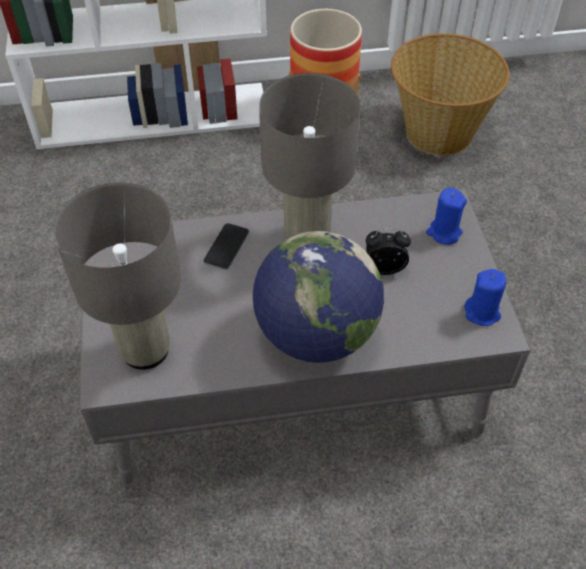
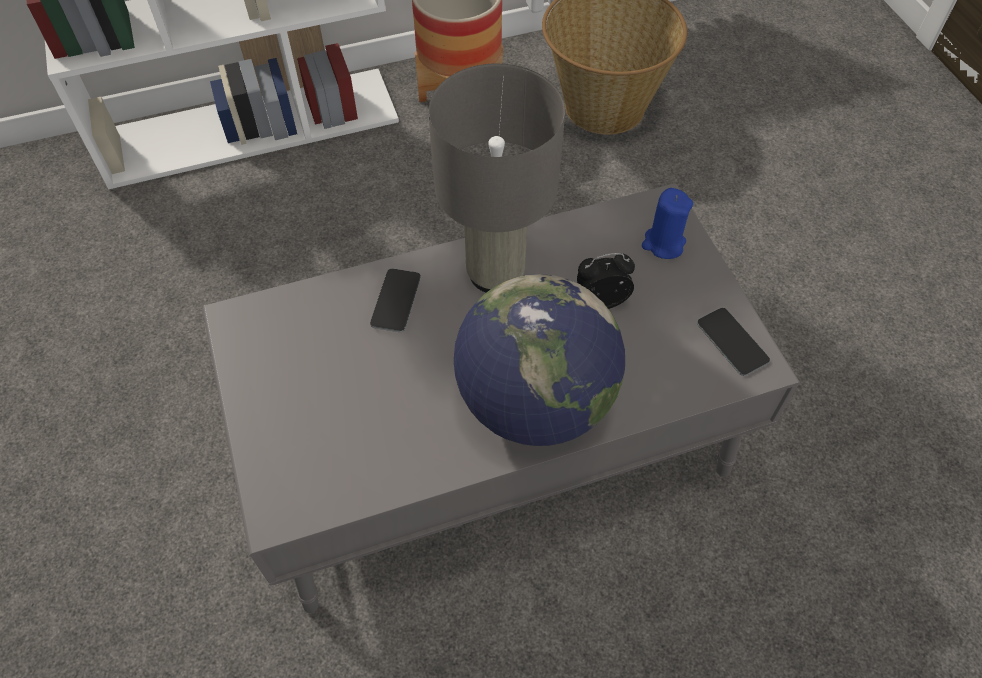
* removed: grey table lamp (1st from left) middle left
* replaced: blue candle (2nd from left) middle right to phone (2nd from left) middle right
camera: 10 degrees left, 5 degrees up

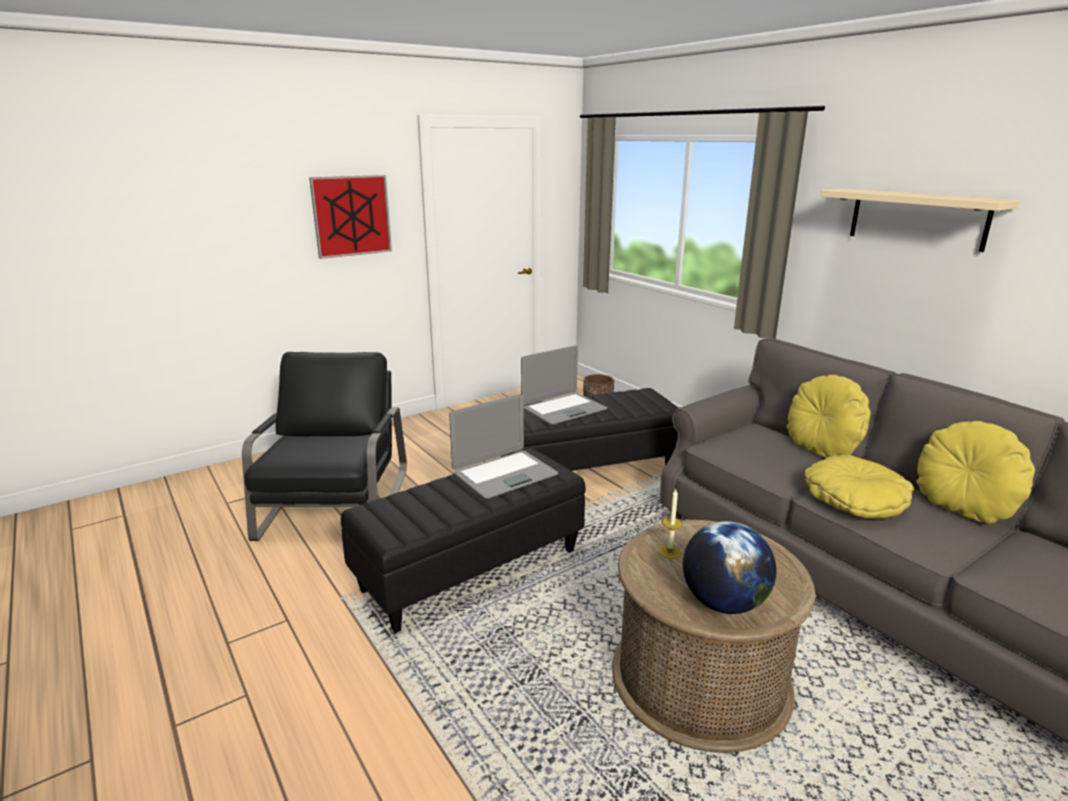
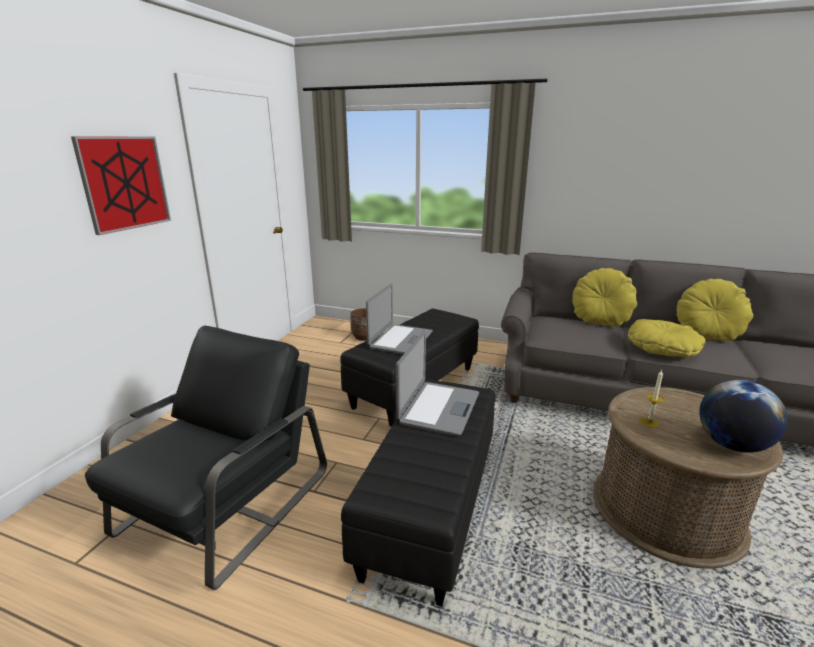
* removed: beige shelf top right
* turned: black armchair middle left = bottom left 60 degrees clockwise
camera: 35 degrees left, 0 degrees up

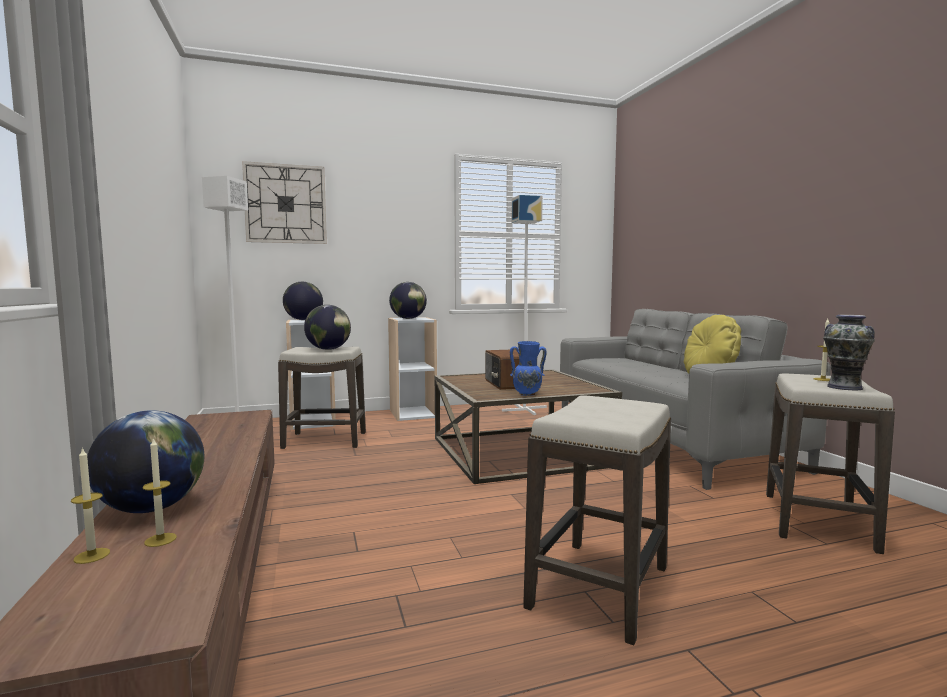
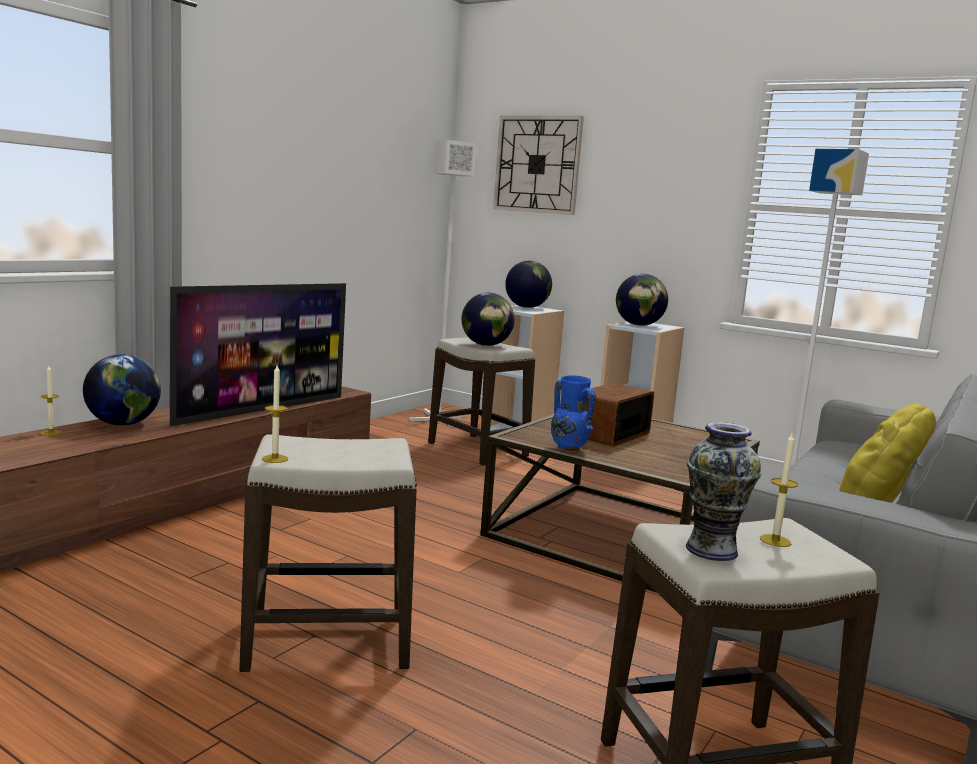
* added: television middle left
* moved: candle (2nd from left) bottom left to middle left
camera: 50 degrees right, 5 degrees up

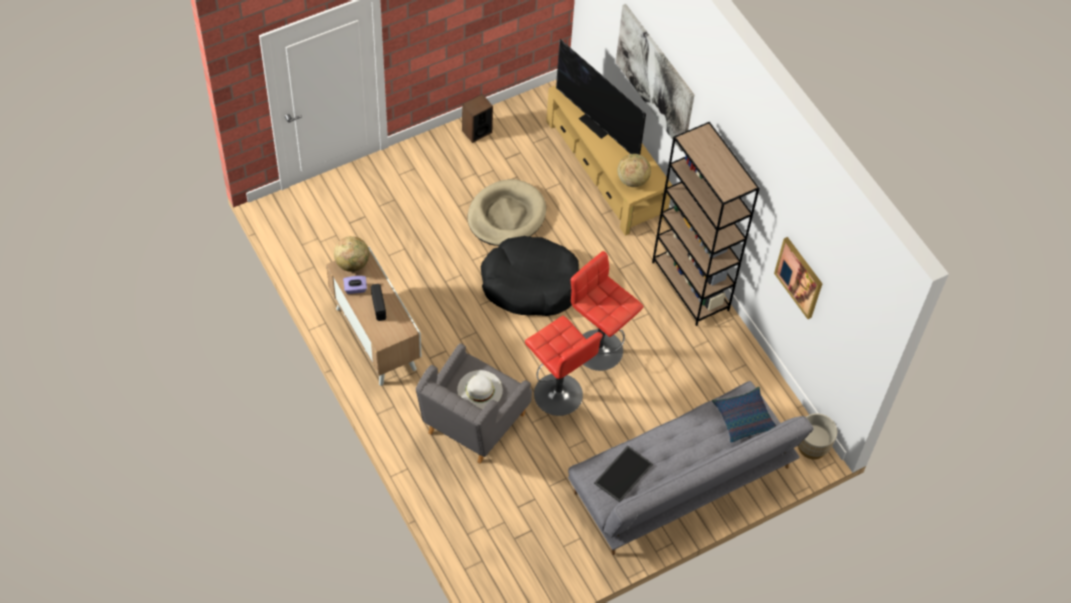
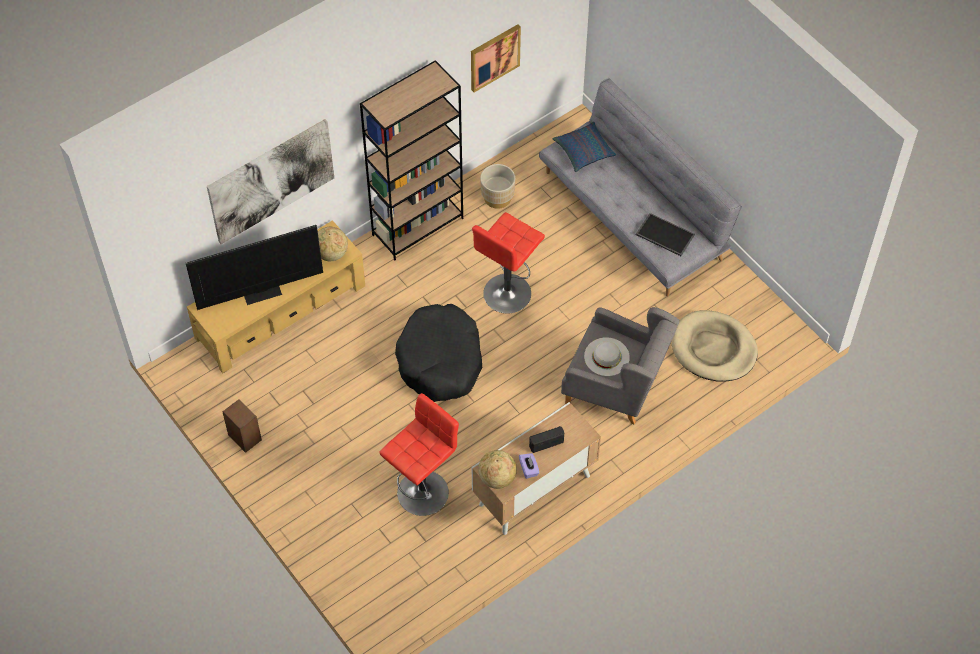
* moved: beige dog bed centre to middle right
* moved: red stool (1st from left) centre to bottom centre
* moved: beige planter bottom right to top centre
* turned: television top centre = middle left 150 degrees counterclockwise
camera: 95 degrees left, 0 degrees up

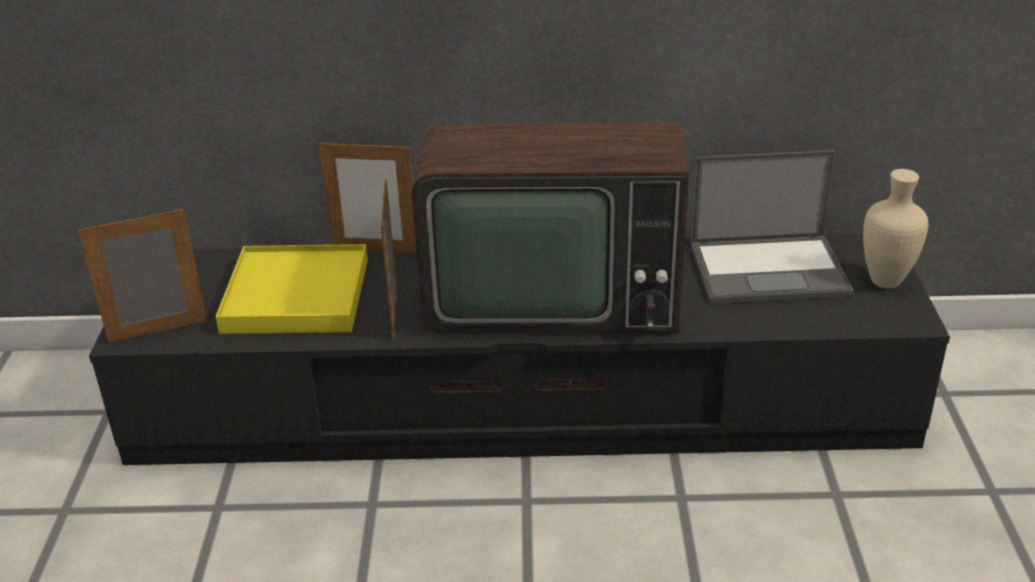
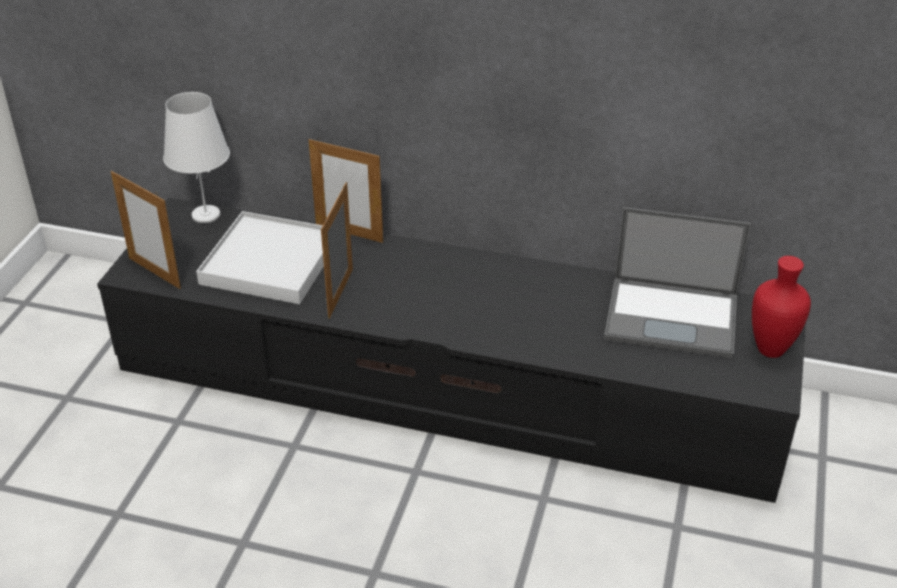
* removed: television centre
* added: white table lamp top left
* recoloured: yellow tray middle left to white tray middle left
* recoloured: beige vase middle right to red vase middle right
* turned: picture frame (1st from left) middle left = middle left 135 degrees counterclockwise
camera: 15 degrees right, 5 degrees up

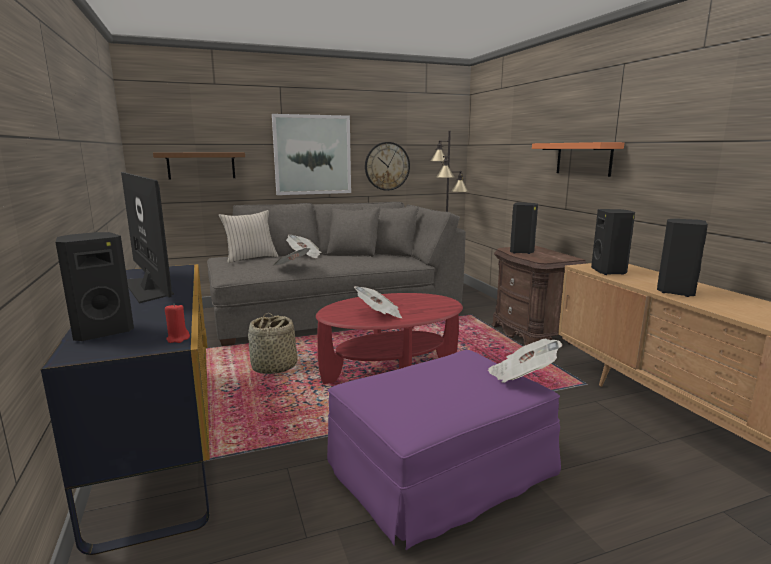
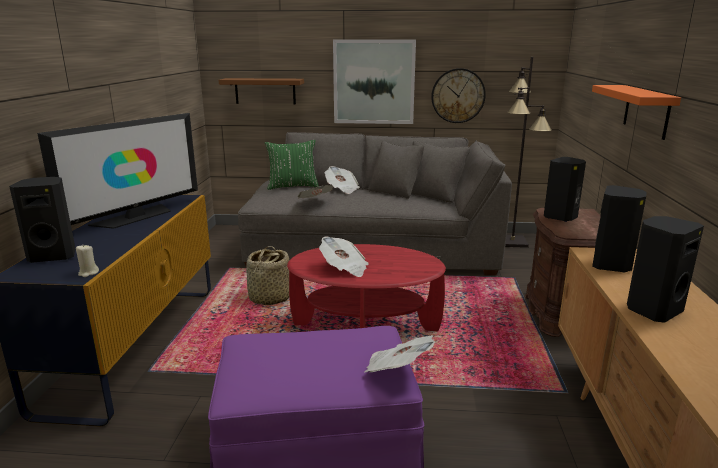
* recoloured: red candle middle left to beige candle middle left
* recoloured: beige pillow middle left to green pillow centre
* turned: television middle left = middle left 45 degrees clockwise
camera: 25 degrees right, 5 degrees up

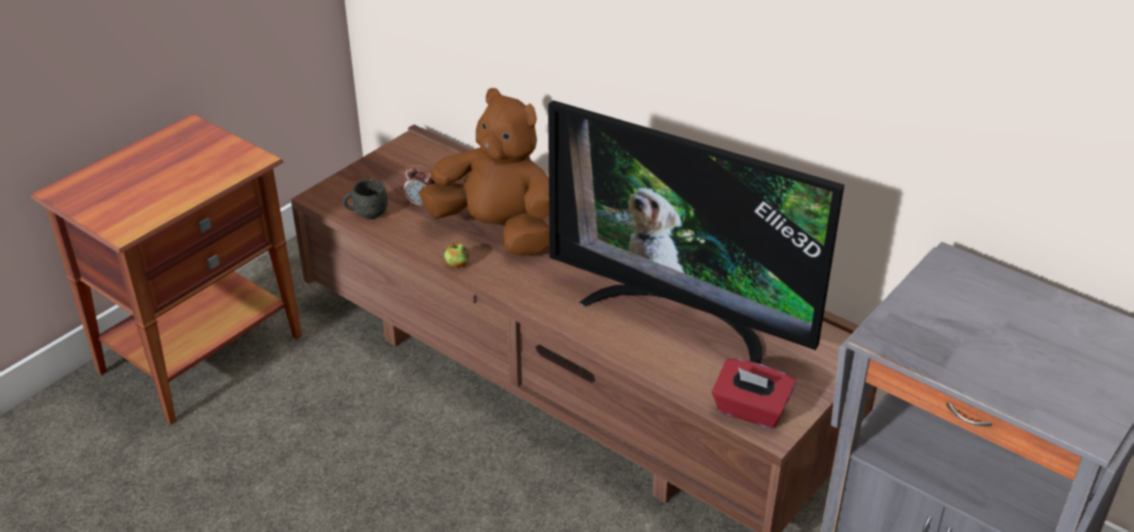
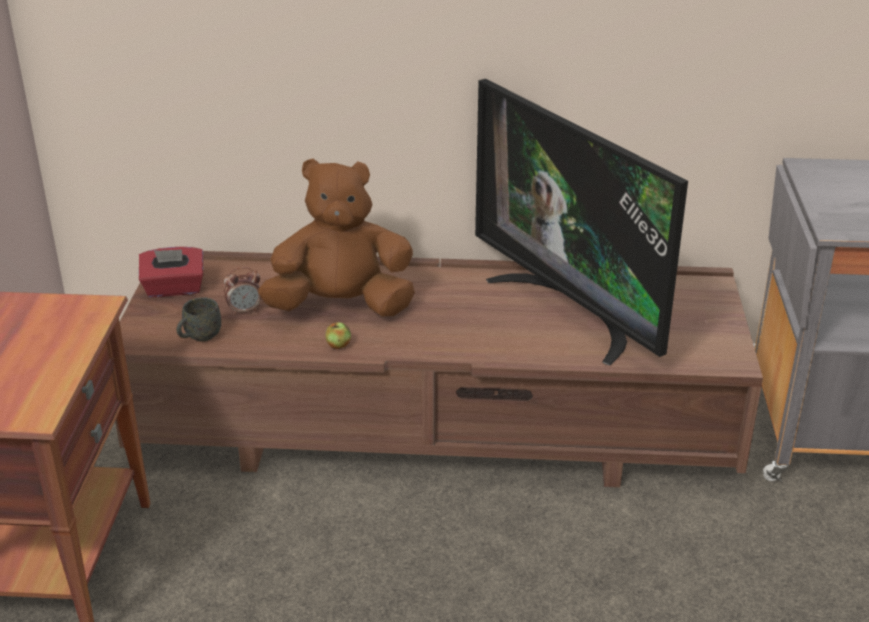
* moved: red tissue box bottom centre to middle left
* turned: television centre = middle right 60 degrees clockwise
camera: 35 degrees left, 5 degrees down

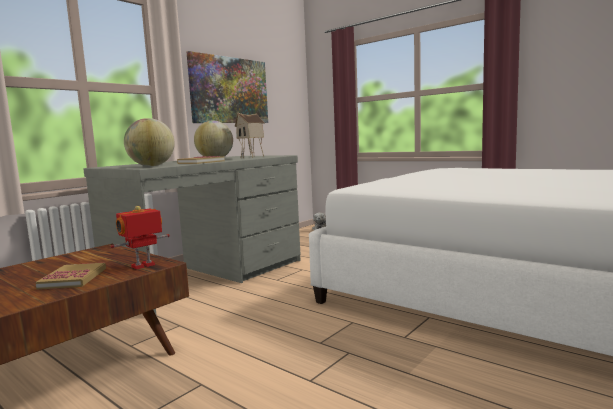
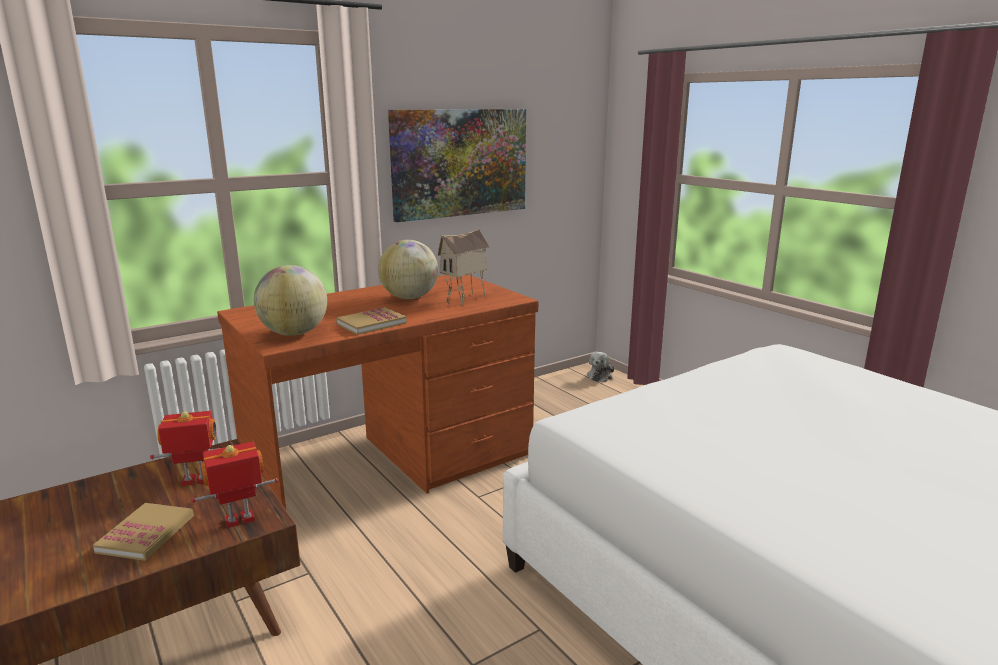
* added: toy robot (1st from left) bottom left
* recoloured: grey desk middle left to brown desk centre
camera: 15 degrees right, 10 degrees up

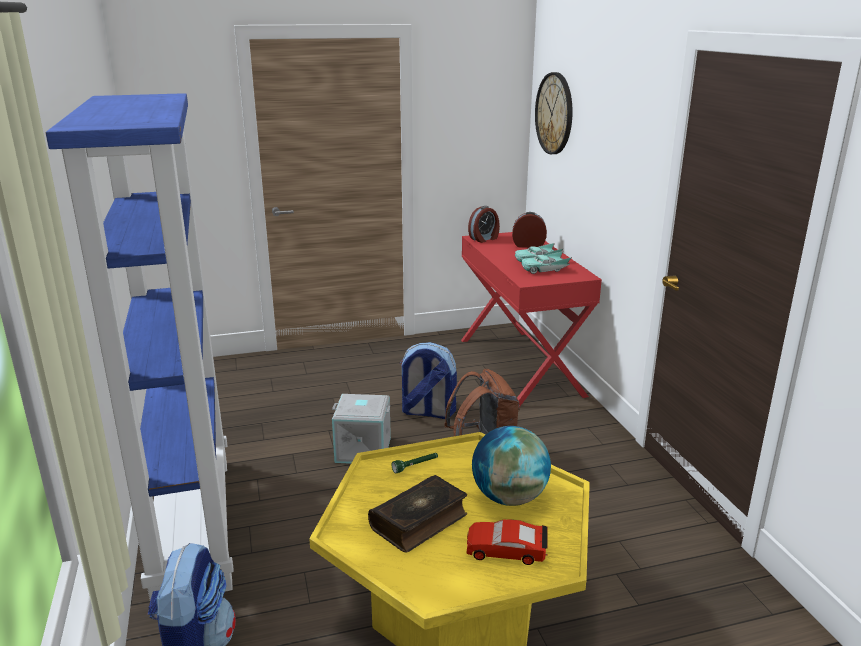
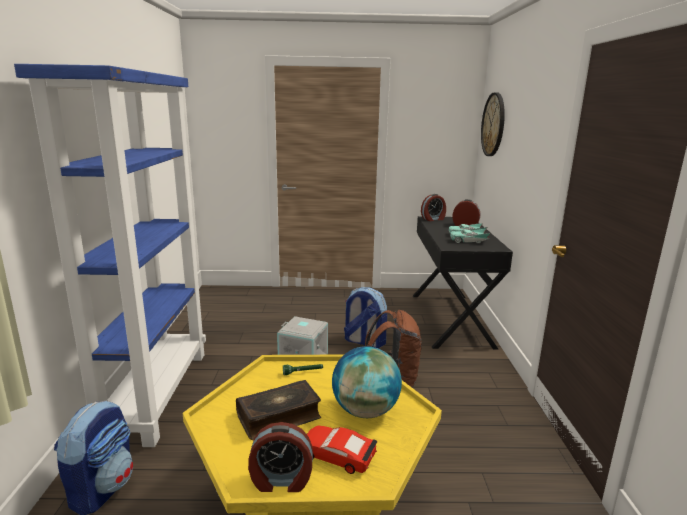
* added: alarm clock (1st from left) bottom centre
* recoloured: red desk centre to black desk middle right
camera: 15 degrees right, 5 degrees down

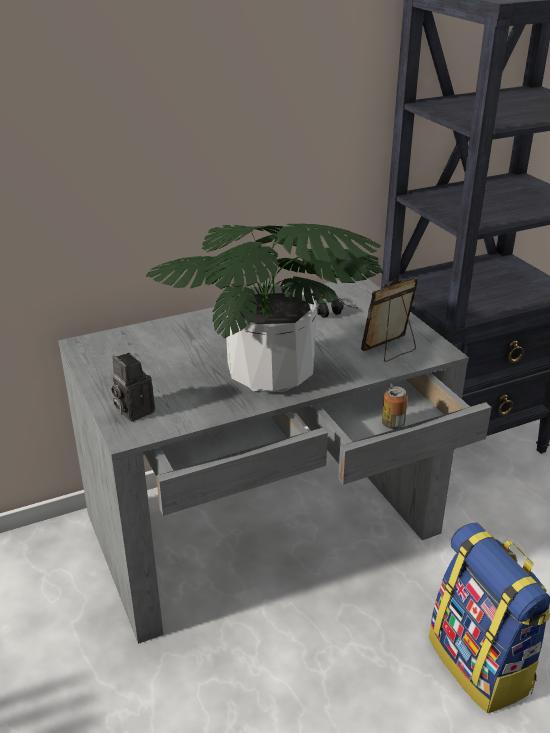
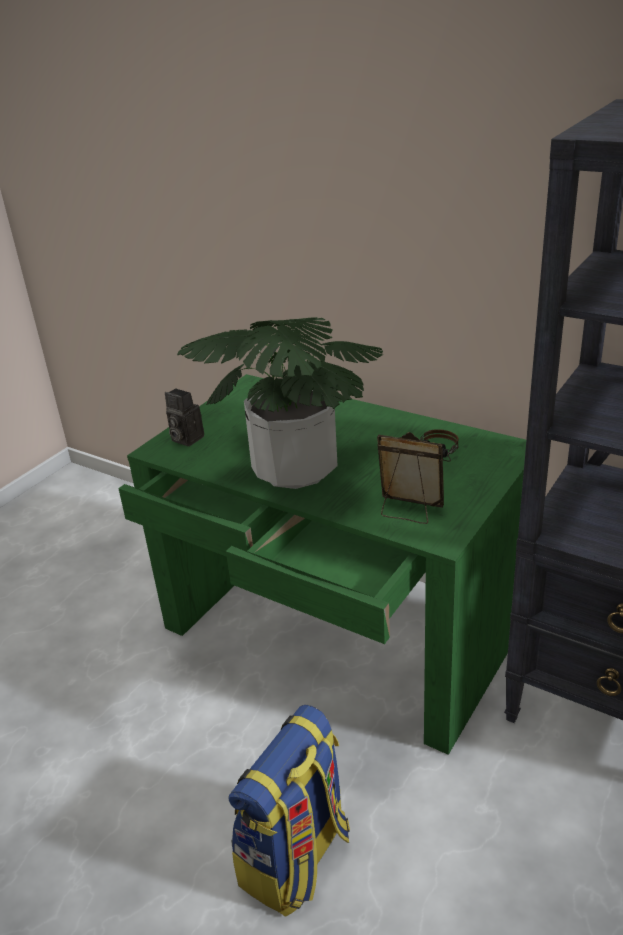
* removed: can middle right
* recoloured: grey desk centre to green desk centre
* turned: photo camera middle left = middle left 75 degrees counterclockwise
camera: 60 degrees right, 0 degrees up

